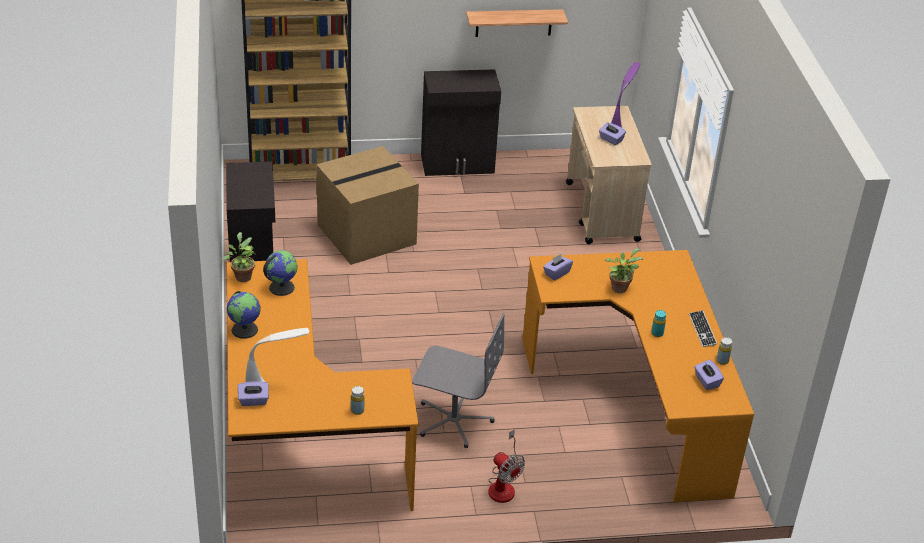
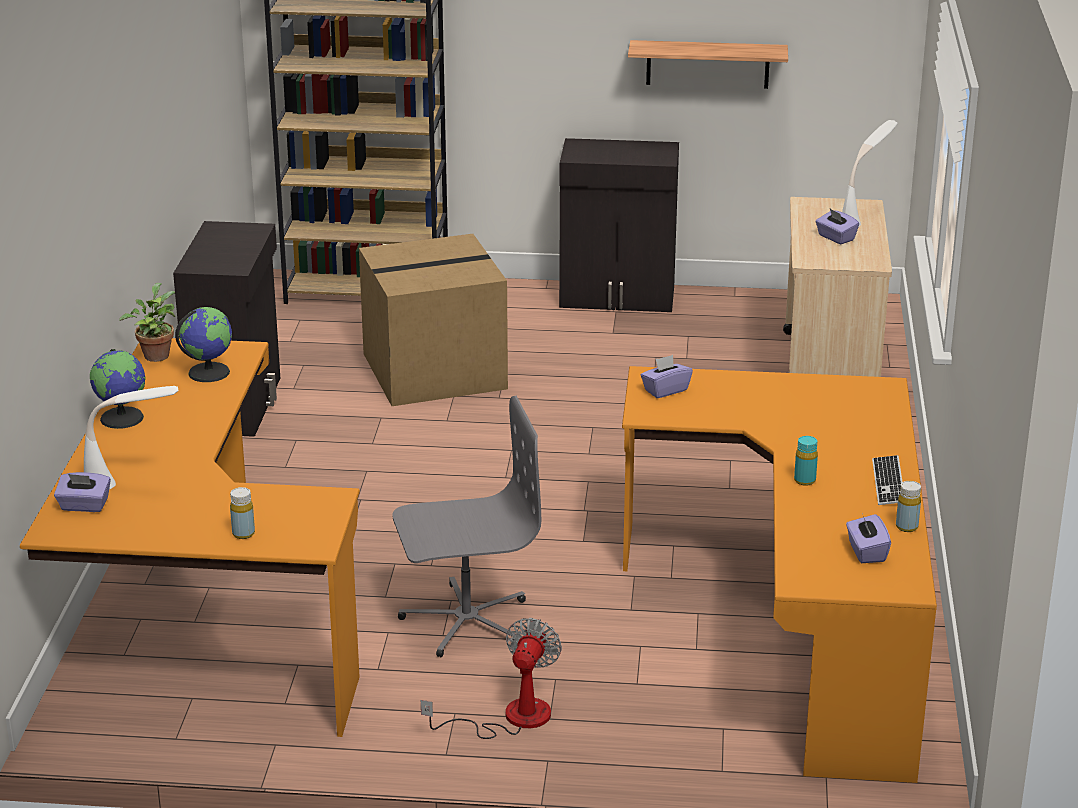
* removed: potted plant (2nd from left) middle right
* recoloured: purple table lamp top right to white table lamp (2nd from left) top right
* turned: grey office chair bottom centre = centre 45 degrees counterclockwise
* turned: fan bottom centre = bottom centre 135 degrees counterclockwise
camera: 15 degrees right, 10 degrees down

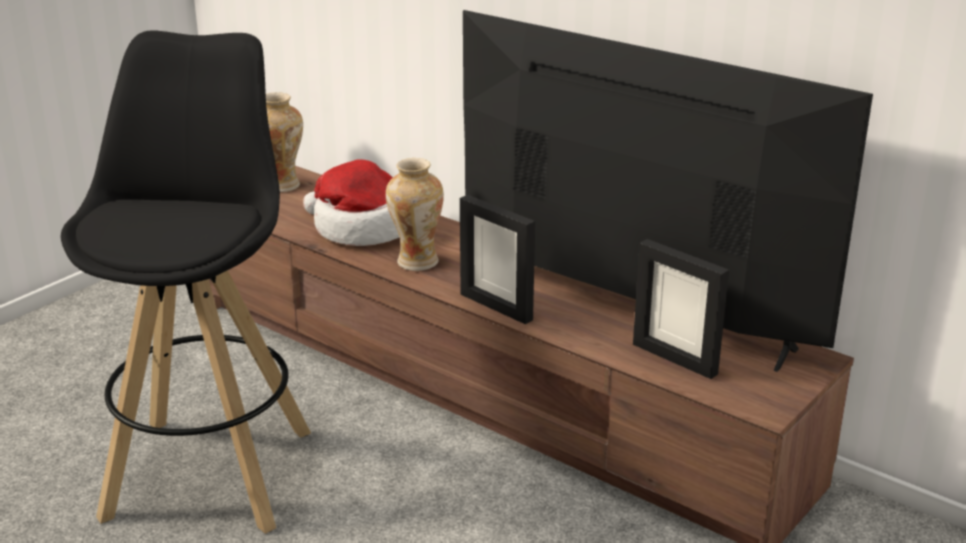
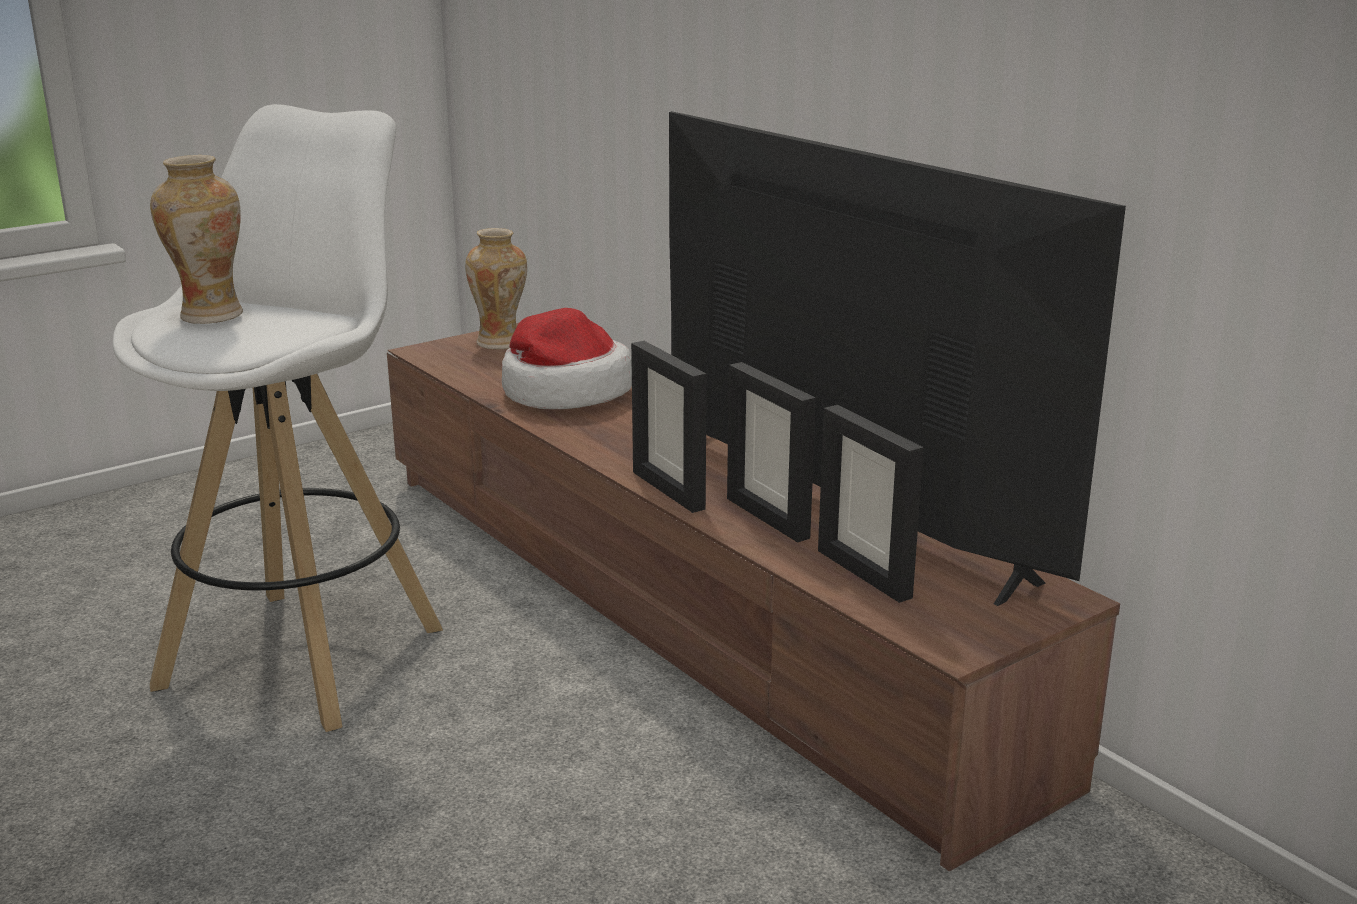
* added: picture frame (2nd from left) centre
* moved: vase (2nd from left in the first image) centre to vase (1st from left) top left
* recoloured: black stool middle left to white stool middle left
camera: 15 degrees right, 5 degrees down

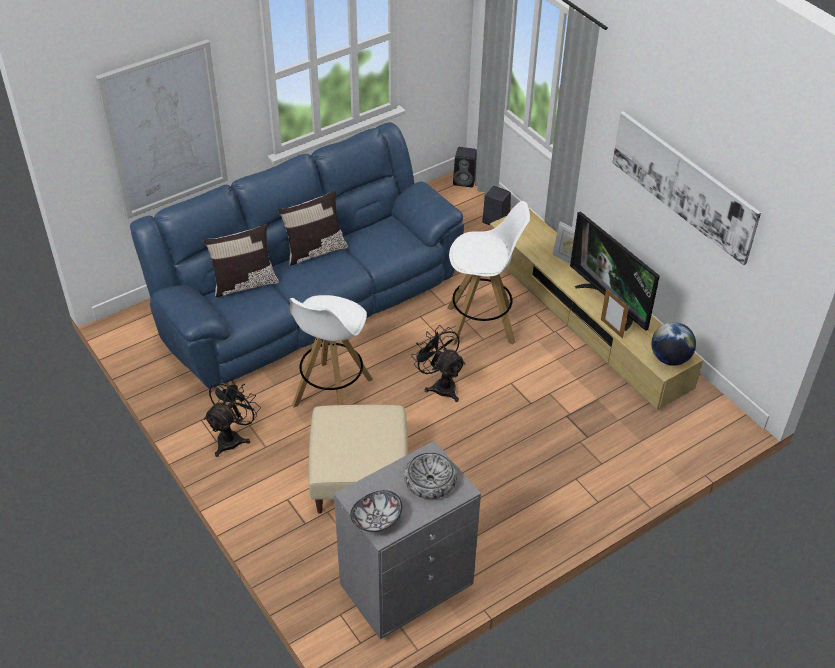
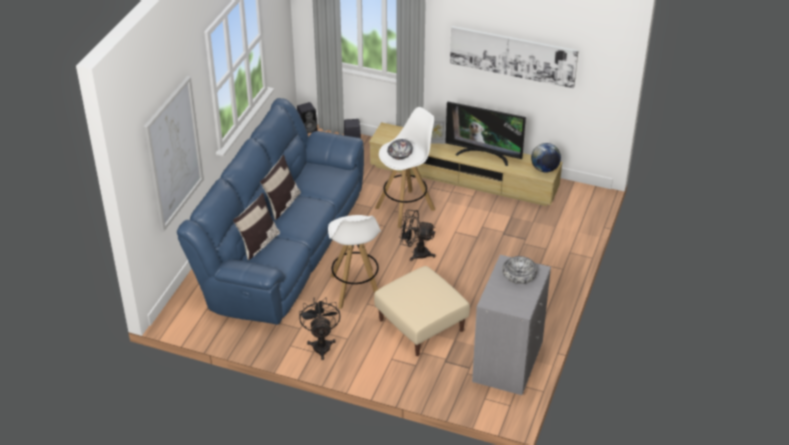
* removed: picture frame (2nd from left) middle right
* moved: bowl (1st from left) bottom centre to centre
camera: 35 degrees left, 5 degrees down

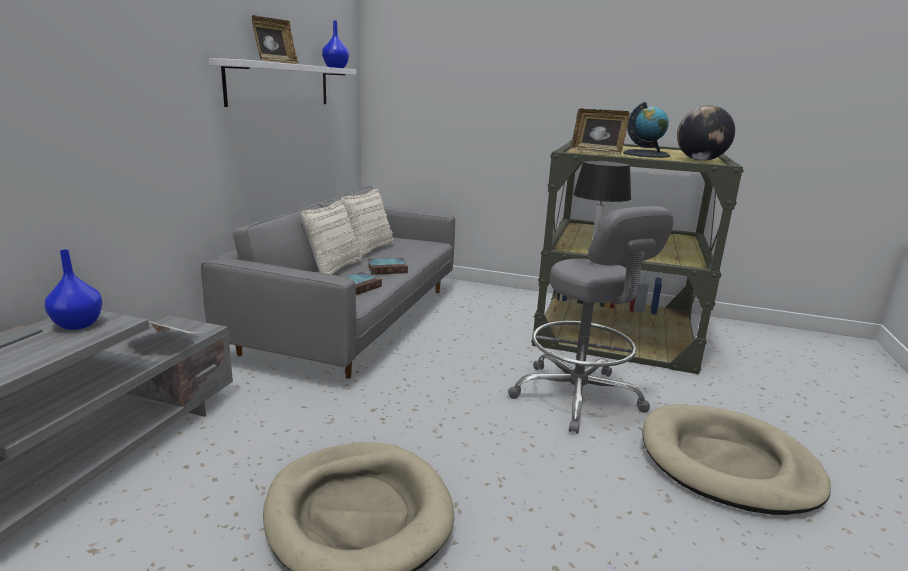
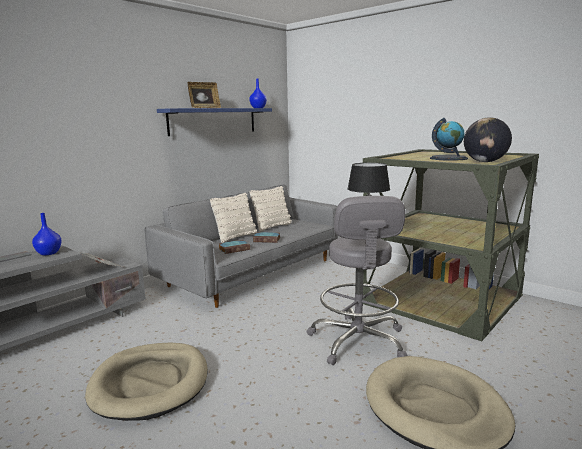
* removed: picture frame (2nd from left) top centre
* recoloured: white shelf top left to blue shelf top centre
camera: 25 degrees right, 5 degrees down

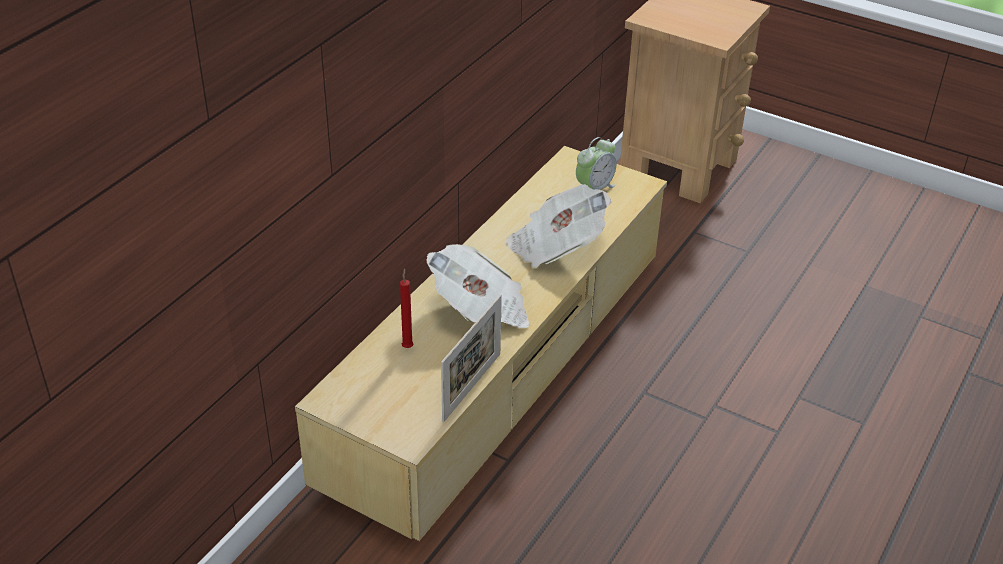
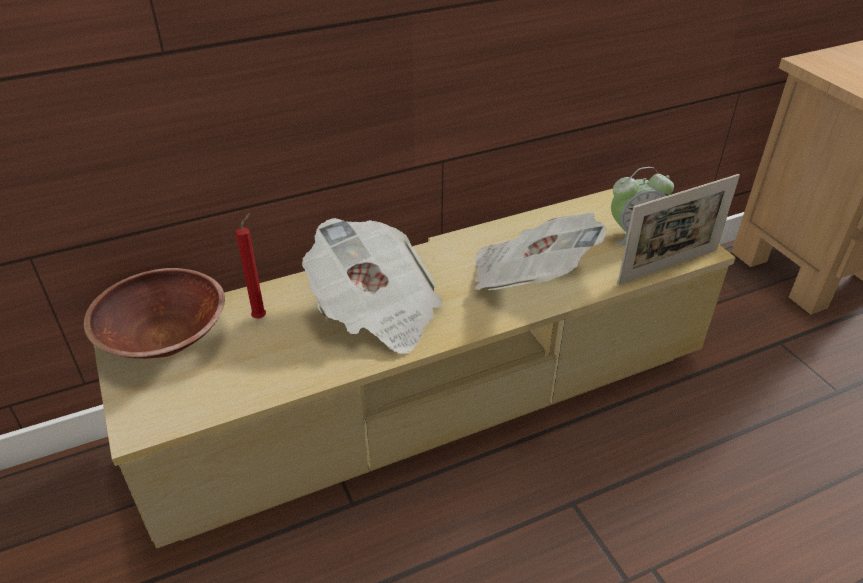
* added: brown bowl middle left
* moved: picture frame centre to middle right
camera: 35 degrees right, 0 degrees up

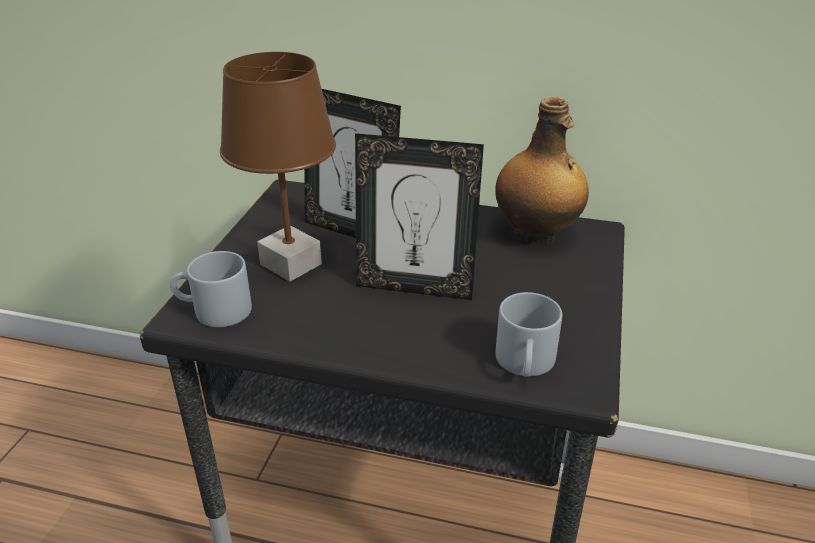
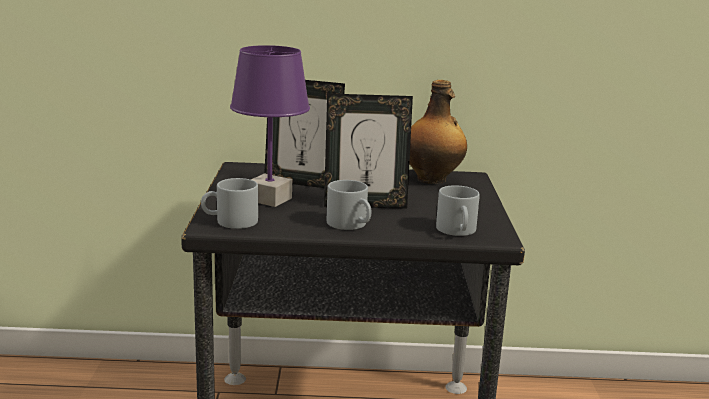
* added: grey mug (2nd from left) centre
* recoloured: brown table lamp top centre to purple table lamp top centre
camera: 15 degrees left, 15 degrees down

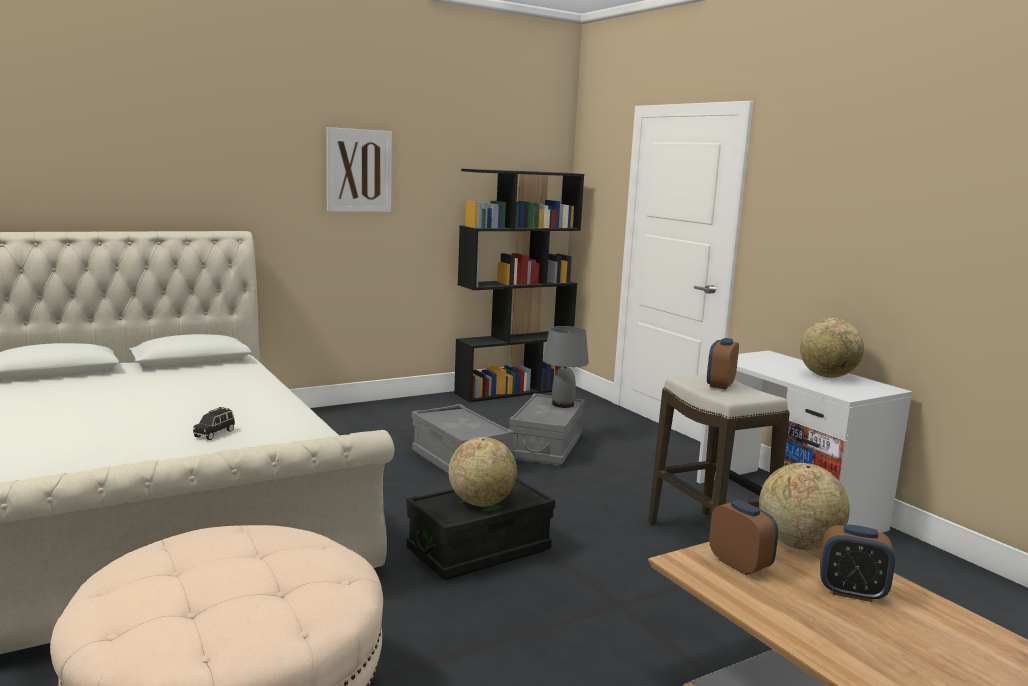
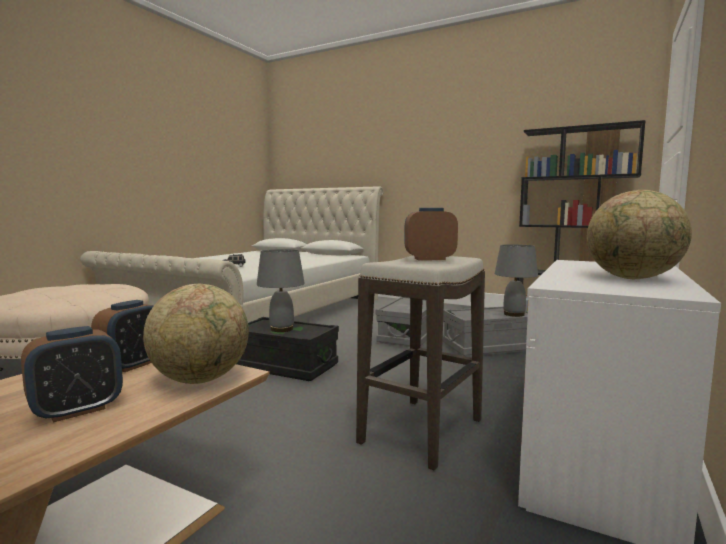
* removed: picture top centre
* replaced: globe (1st from left) bottom centre to grey table lamp (1st from left) centre
* turned: alarm clock (3rd from left in the first image) bottom right = bottom left 120 degrees counterclockwise
camera: 60 degrees right, 5 degrees down

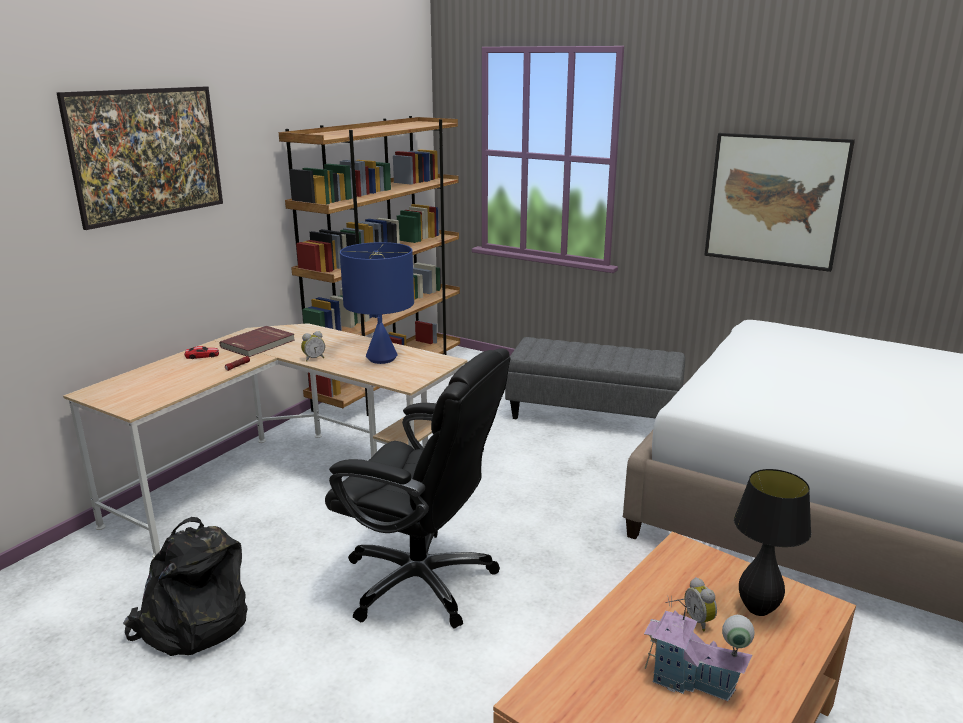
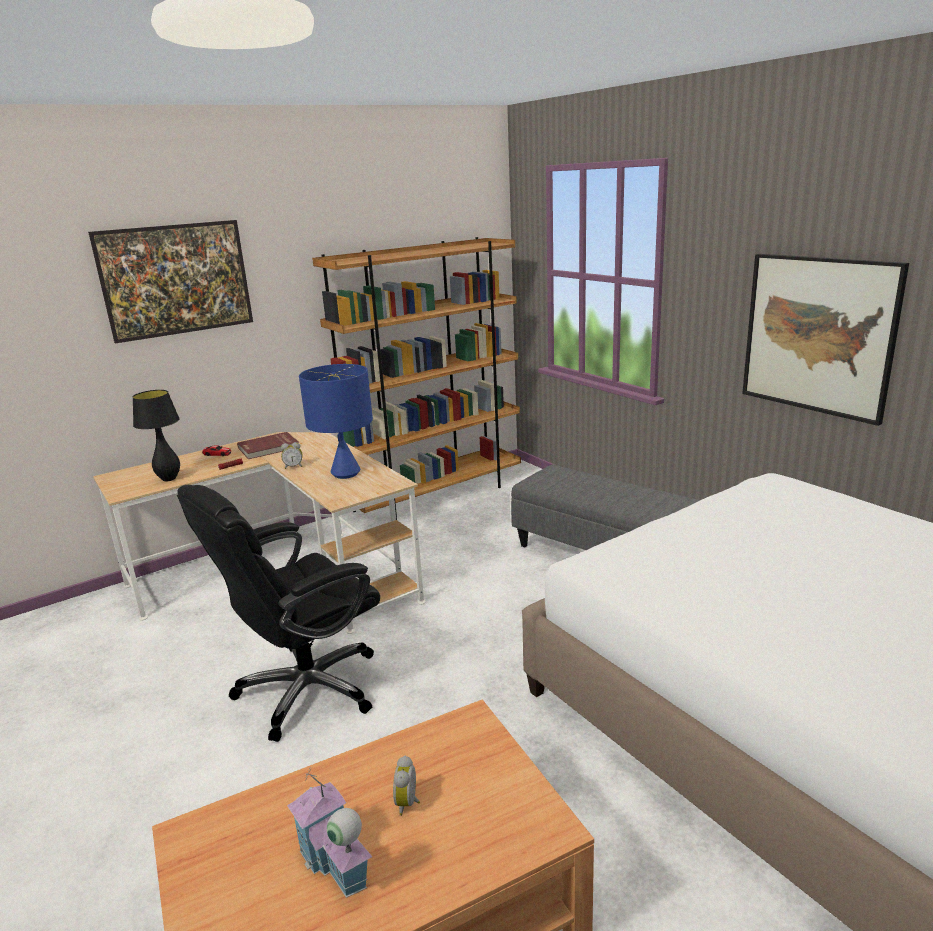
* removed: black backpack bottom left
* moved: black table lamp bottom right to middle left
* turned: black office chair bottom centre = middle left 90 degrees clockwise
camera: 25 degrees right, 0 degrees up

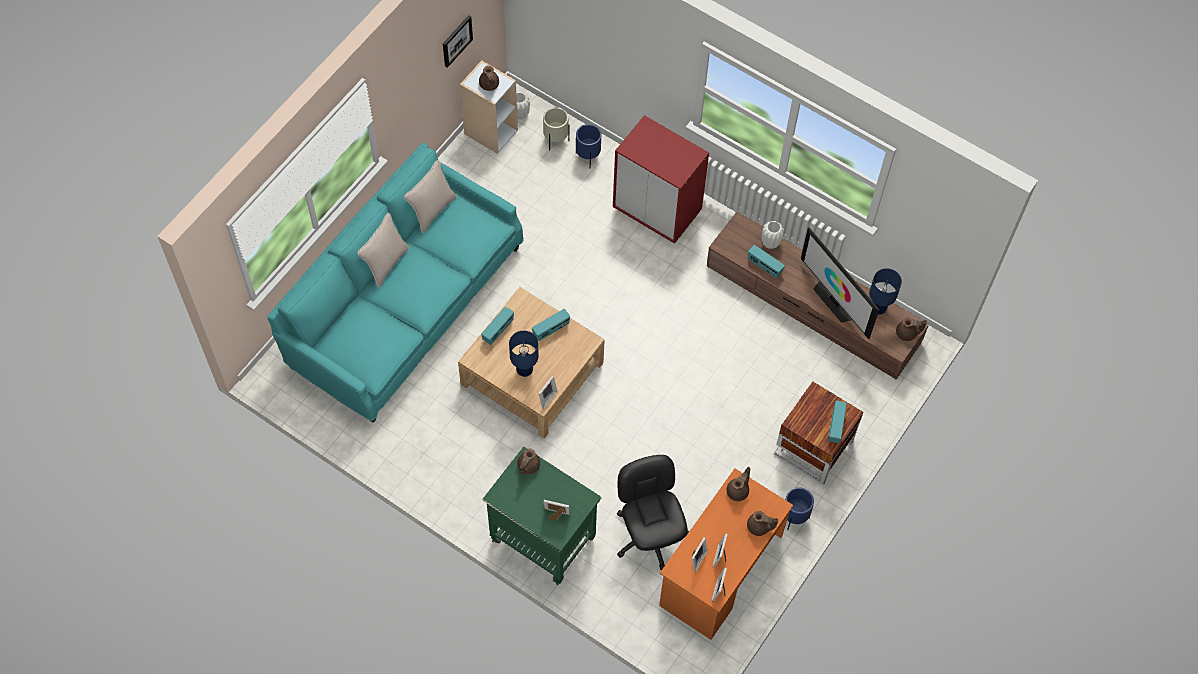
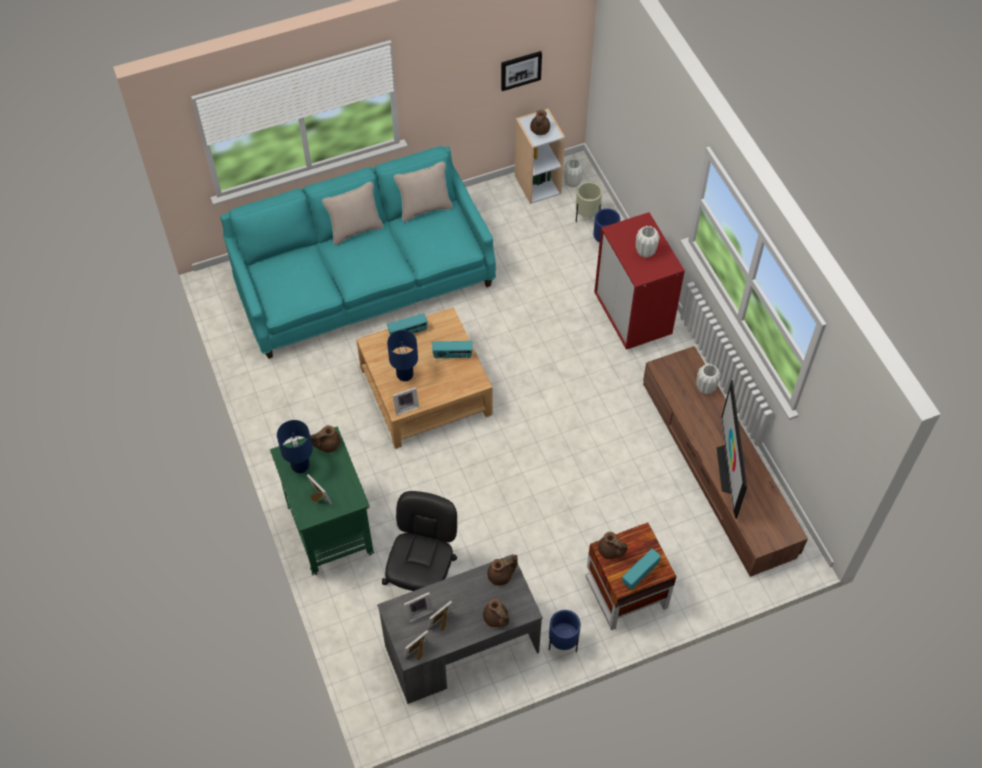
* removed: radio (3rd from left) centre
* added: white vase (2nd from left) top centre
* moved: blue table lamp (2nd from left in the first image) middle right to blue table lamp (1st from left) middle left
* moved: brown teapot (5th from left) middle right to bottom centre
* recoloured: orange desk bottom centre to grey desk bottom centre
camera: 35 degrees right, 5 degrees down

